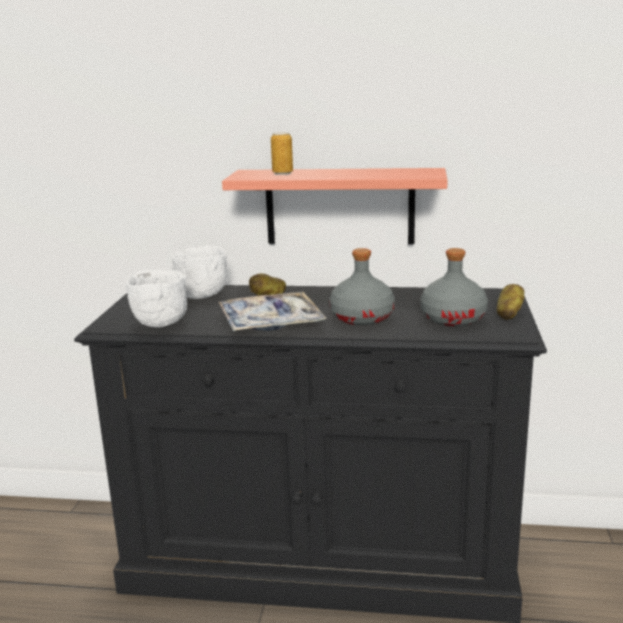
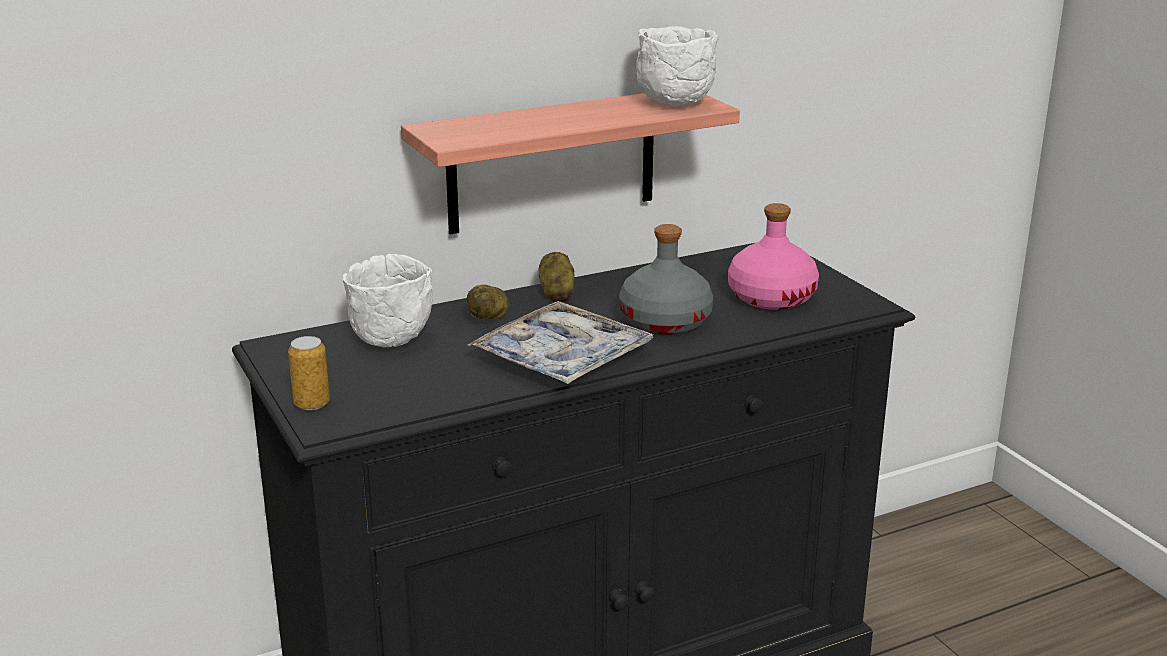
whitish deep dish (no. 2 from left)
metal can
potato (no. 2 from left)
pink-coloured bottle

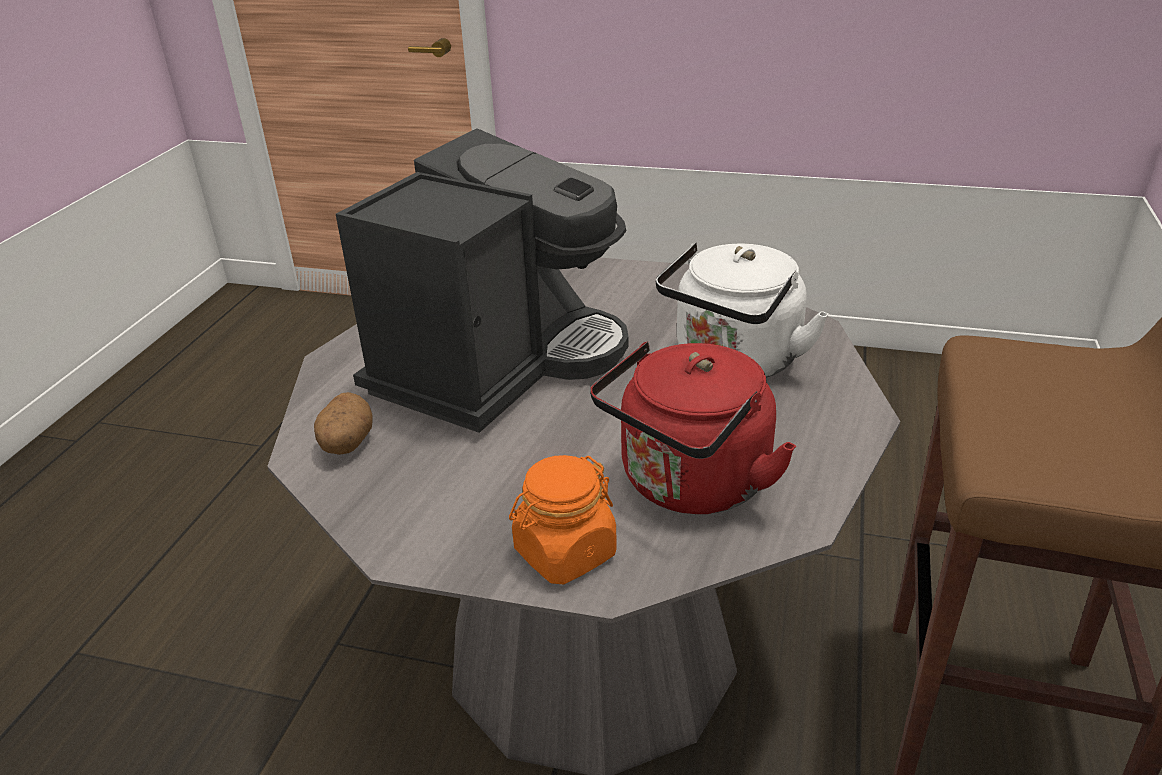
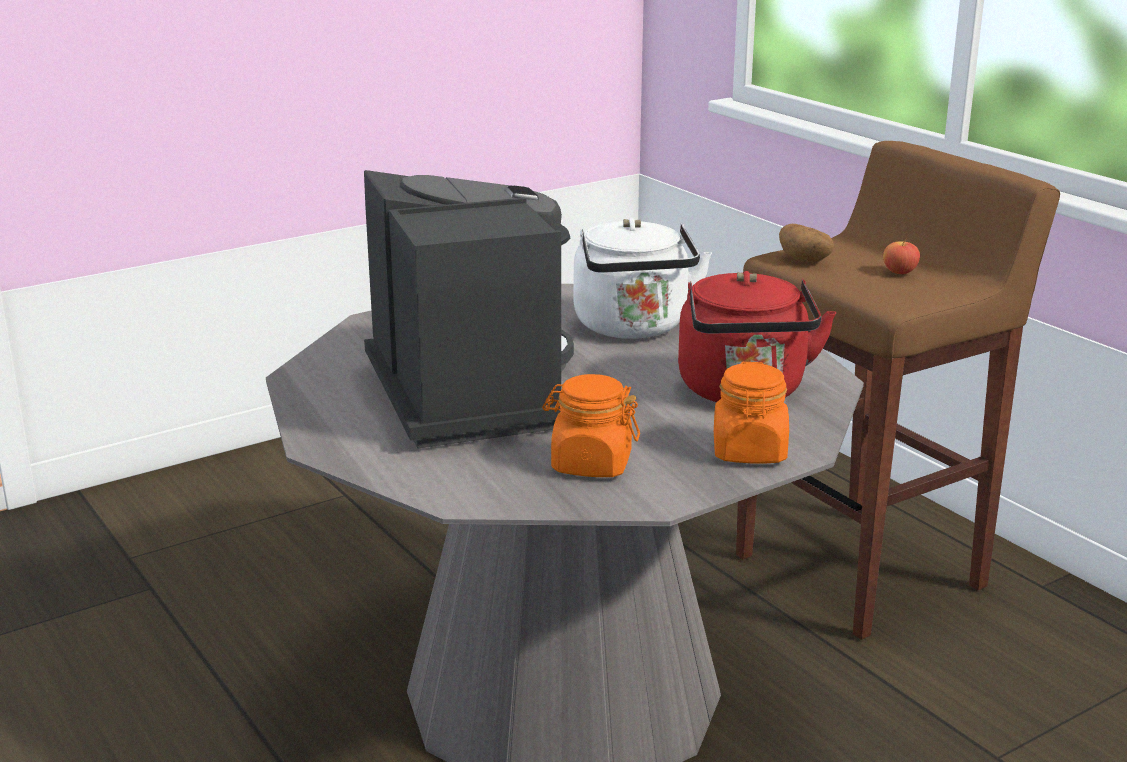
orange-coloured preserve jar (no. 1 from left)
apple fruit
potato

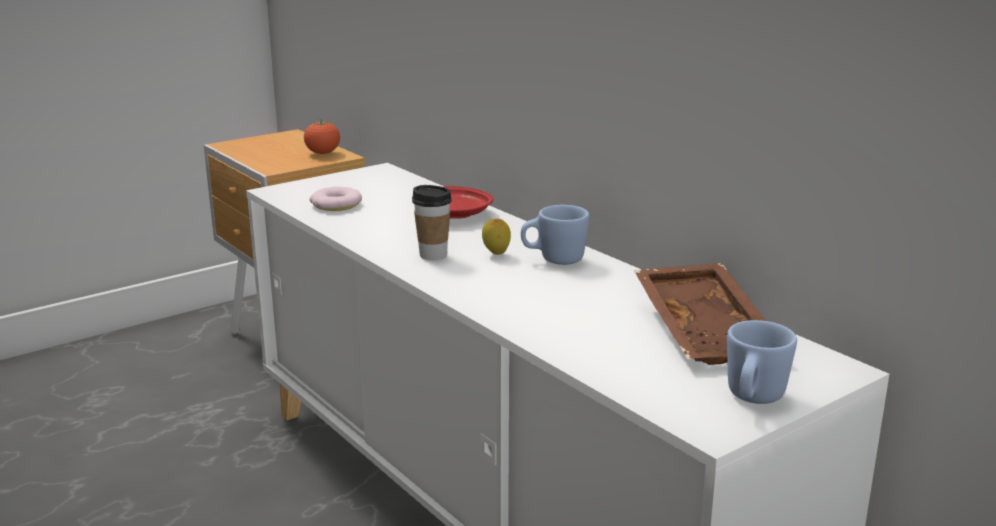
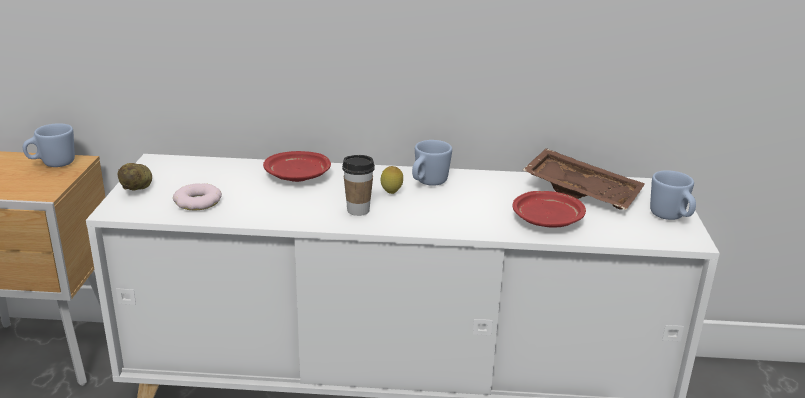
potato
red dinner plate (no. 2 from left)
blue mug (no. 1 from left)

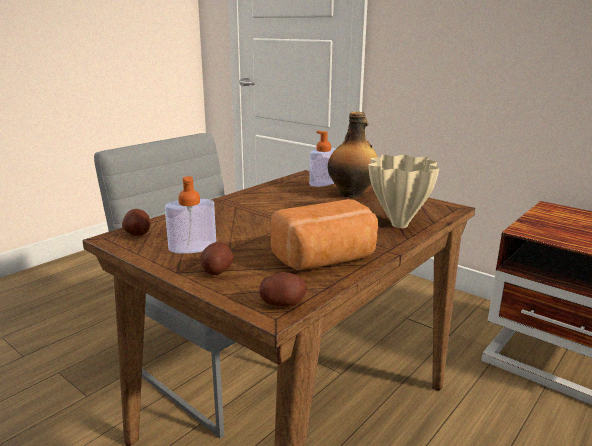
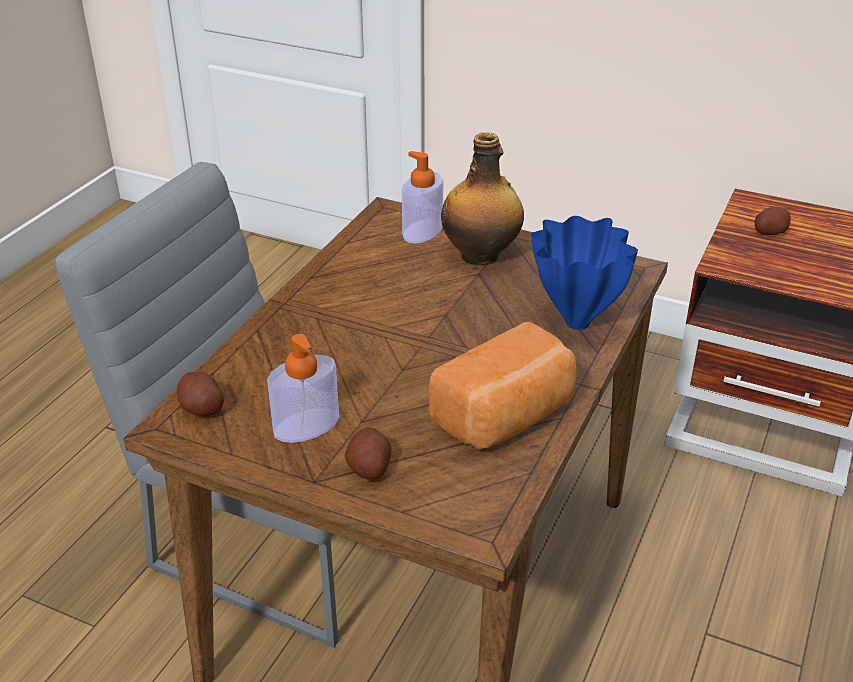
potato (no. 3 from left)
blue decorative vase

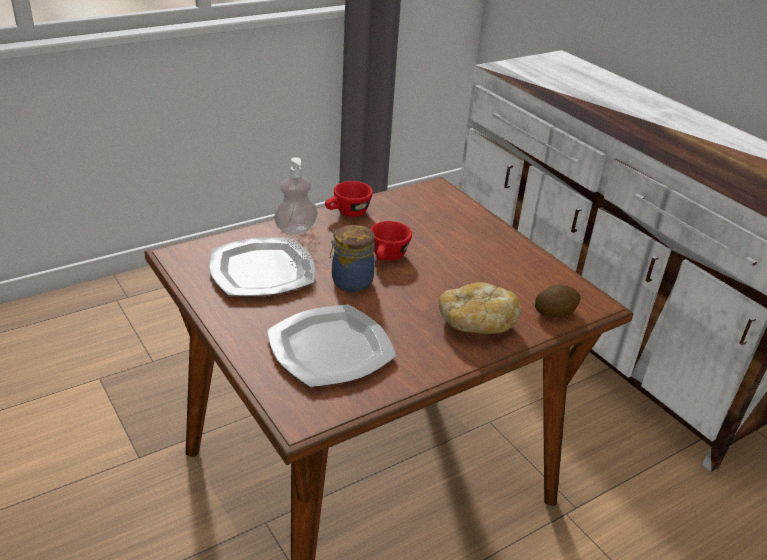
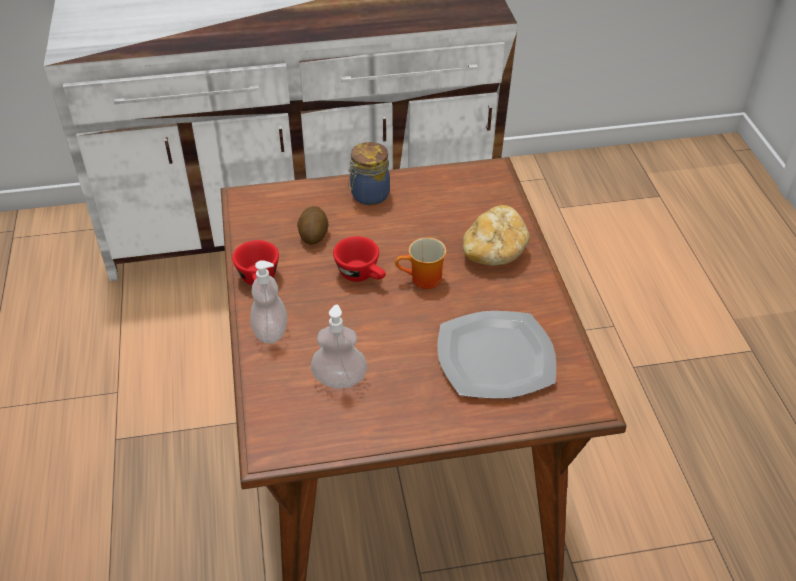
mug
preserve jar
potato
soap dispenser (no. 2 from left)

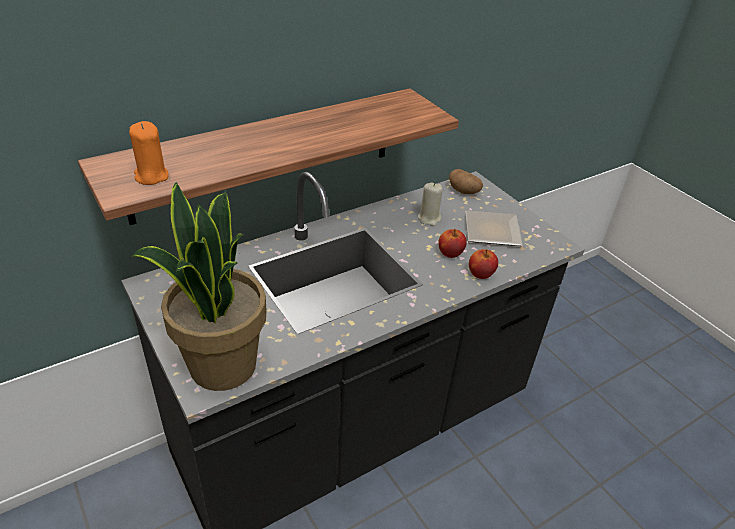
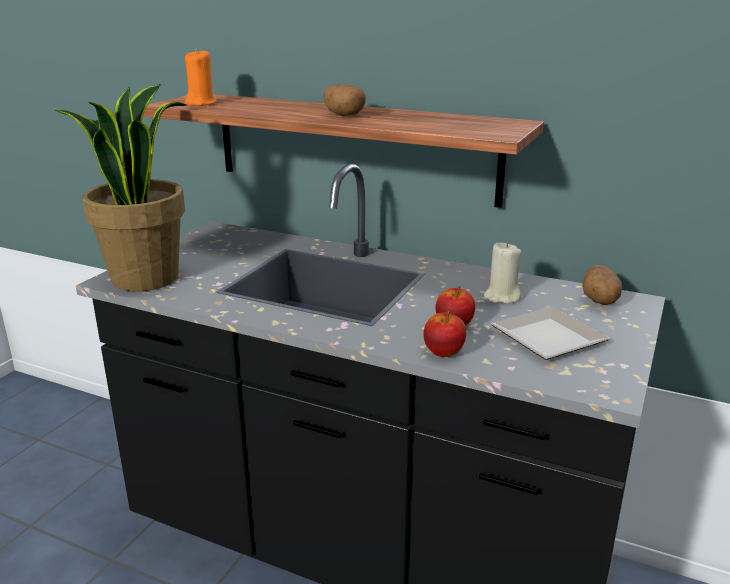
potato (no. 1 from left)

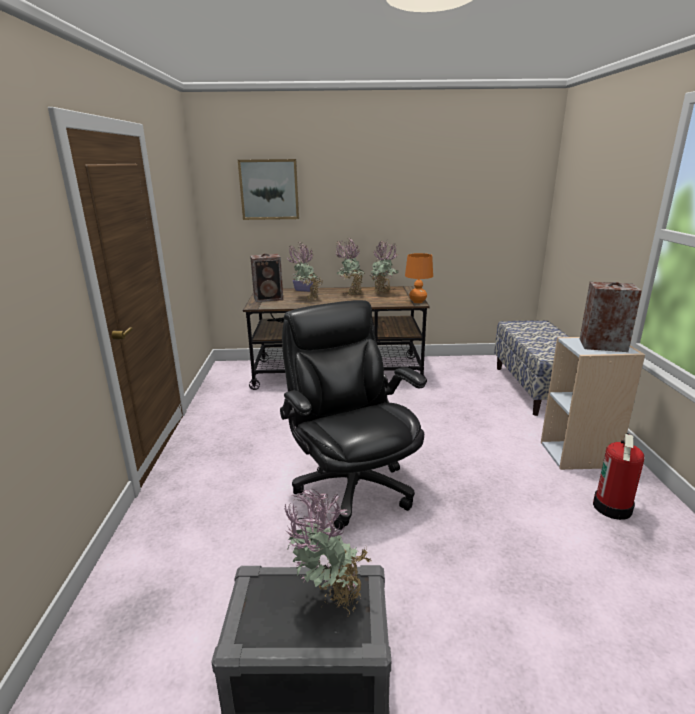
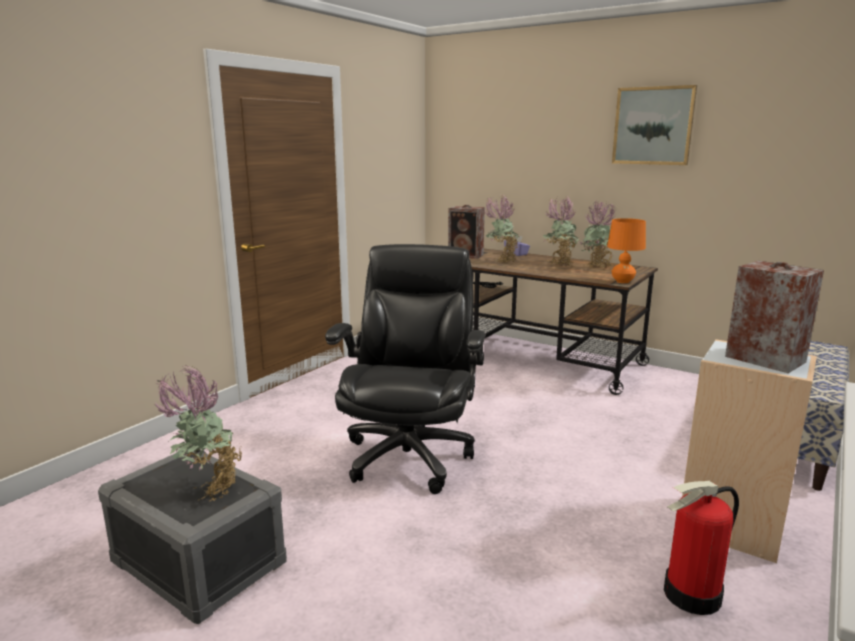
picture

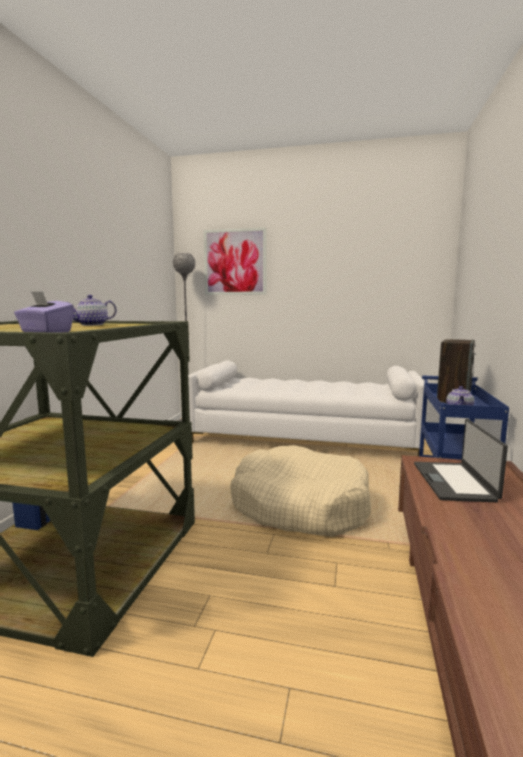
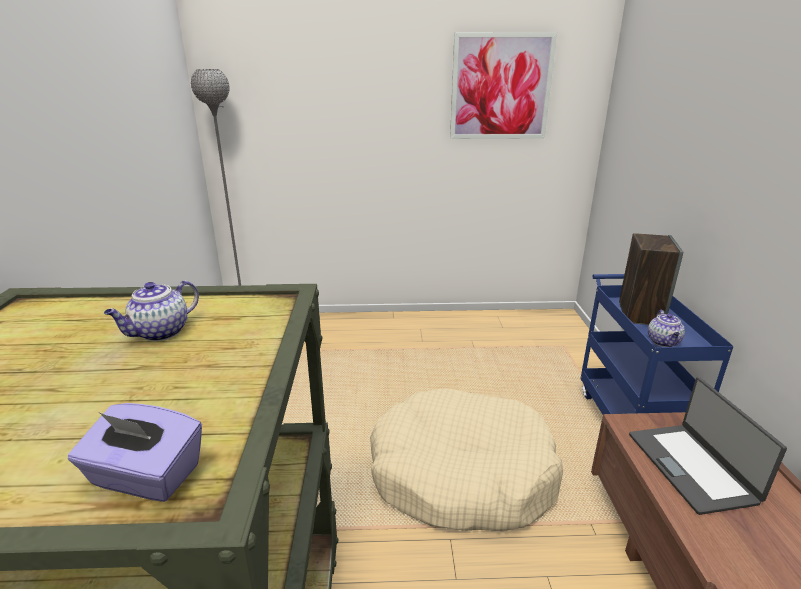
whitish settee
picture

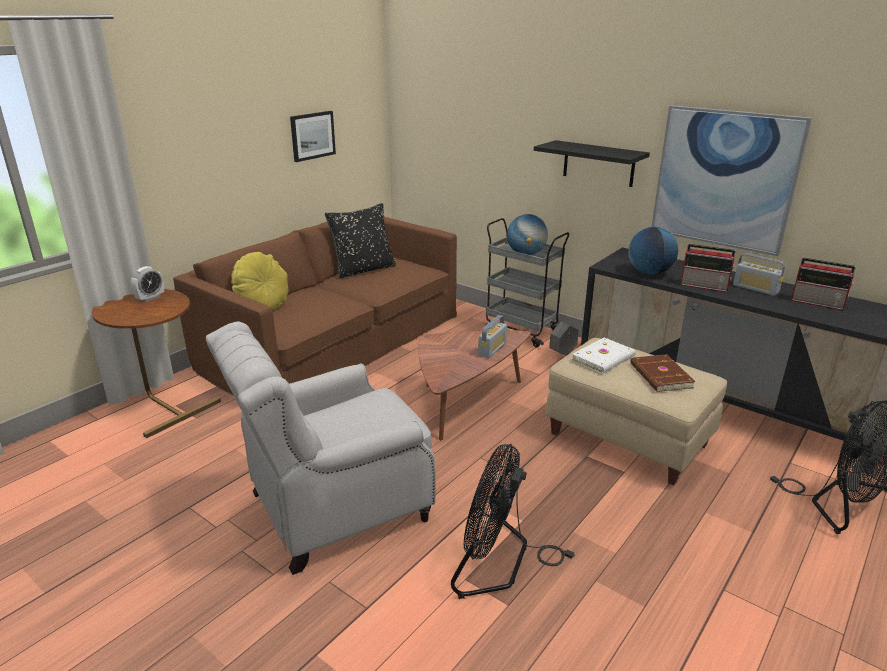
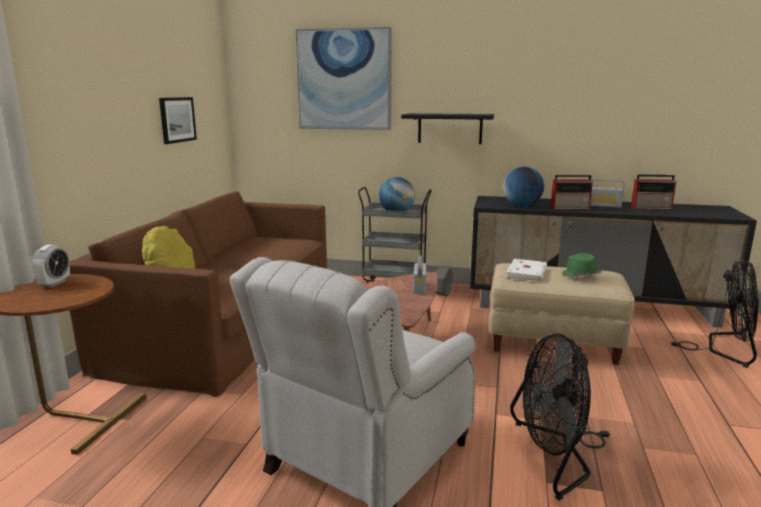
black pillow
picture (no. 2 from left)
greenish hat

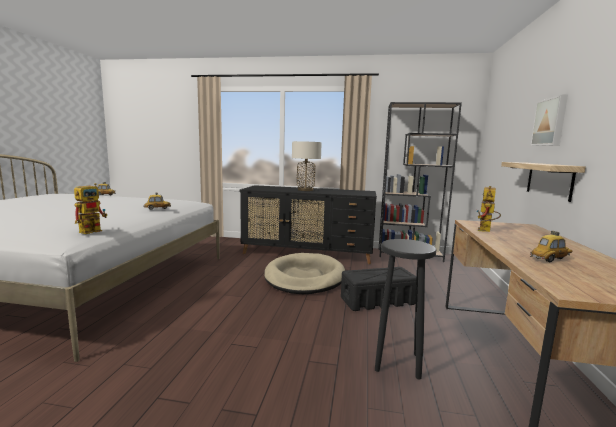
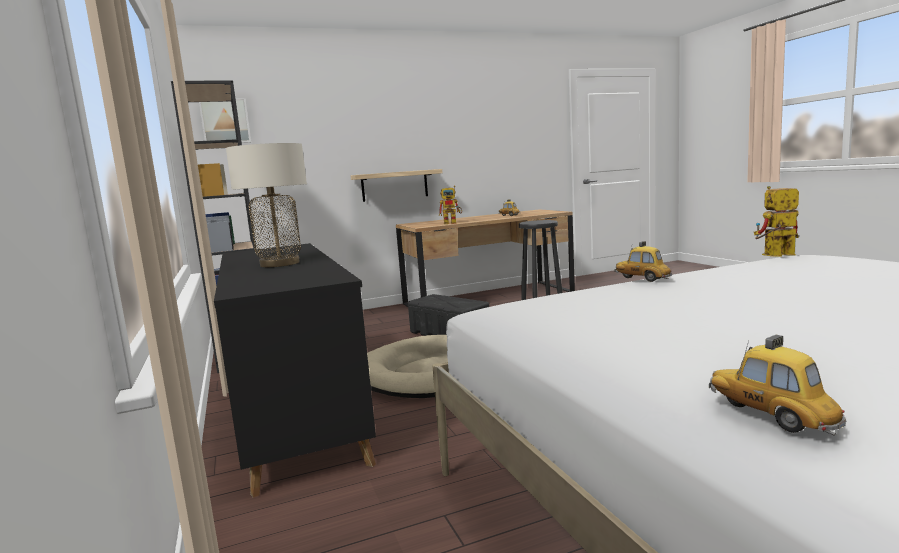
picture

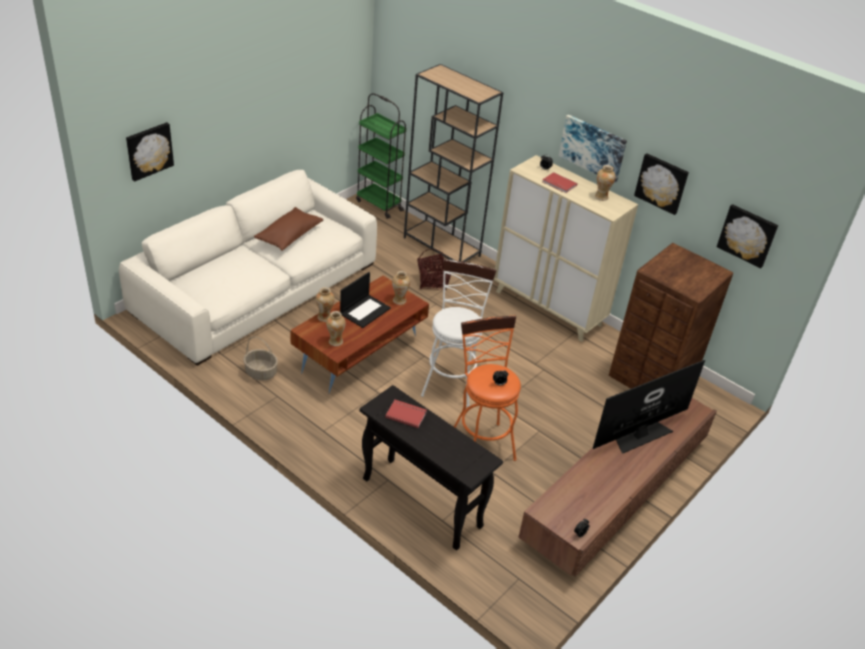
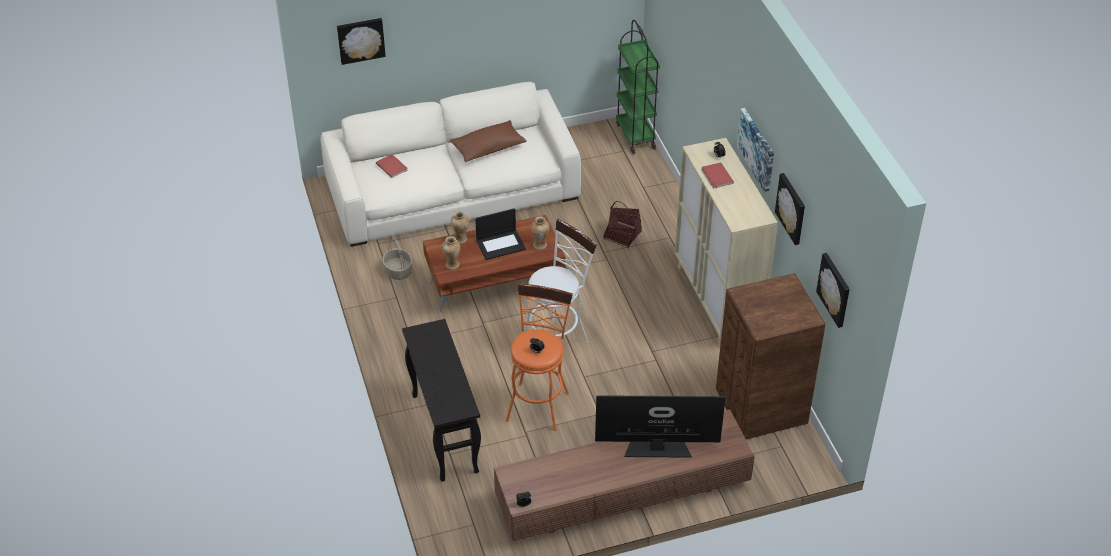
bookshelf
decorative vase (no. 4 from left in the first image)
red bound book (no. 1 from left)

